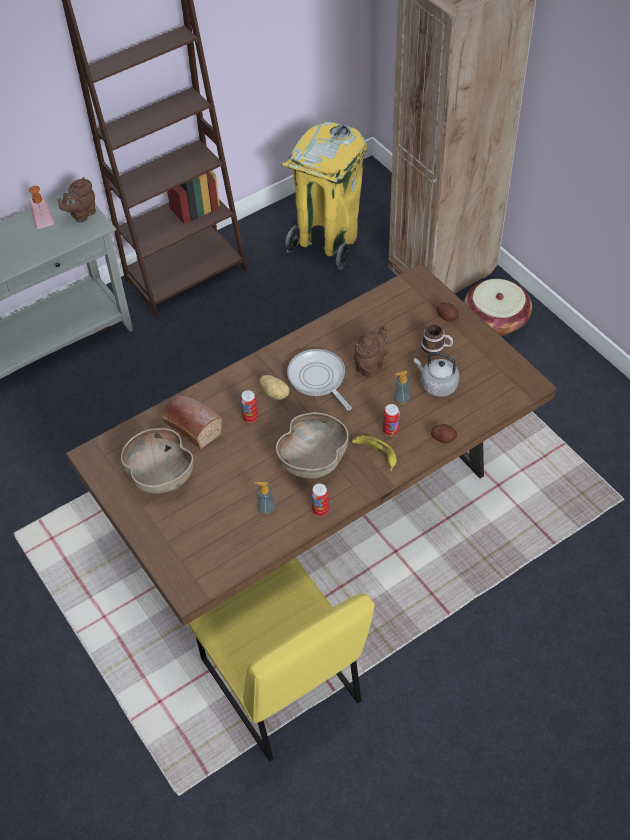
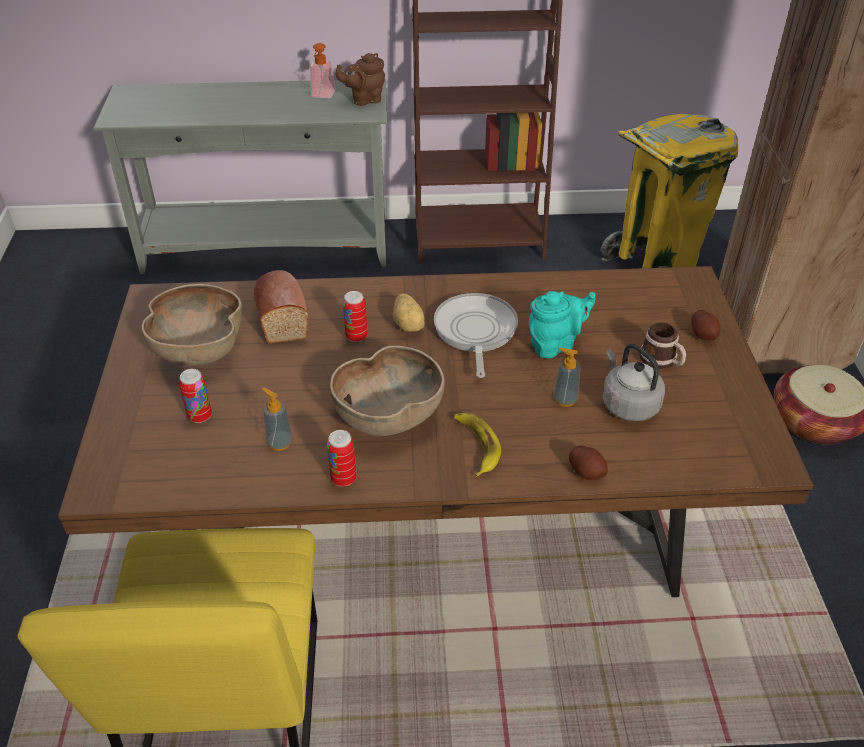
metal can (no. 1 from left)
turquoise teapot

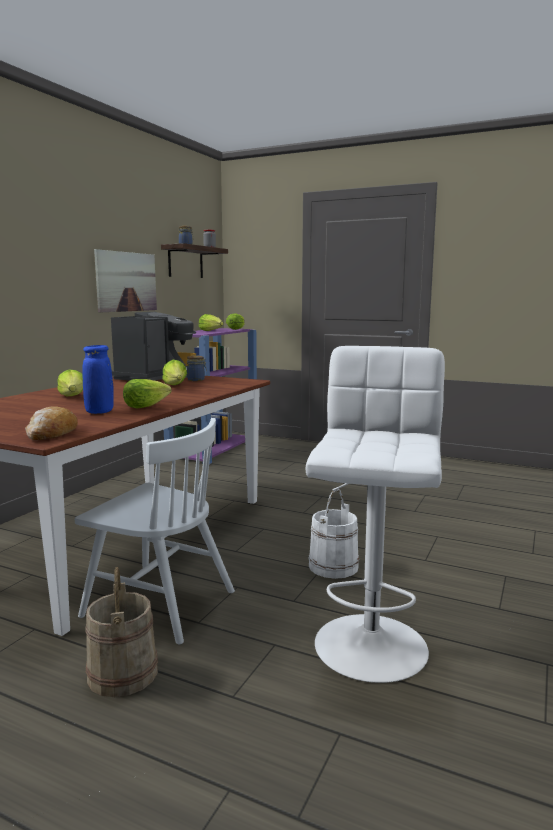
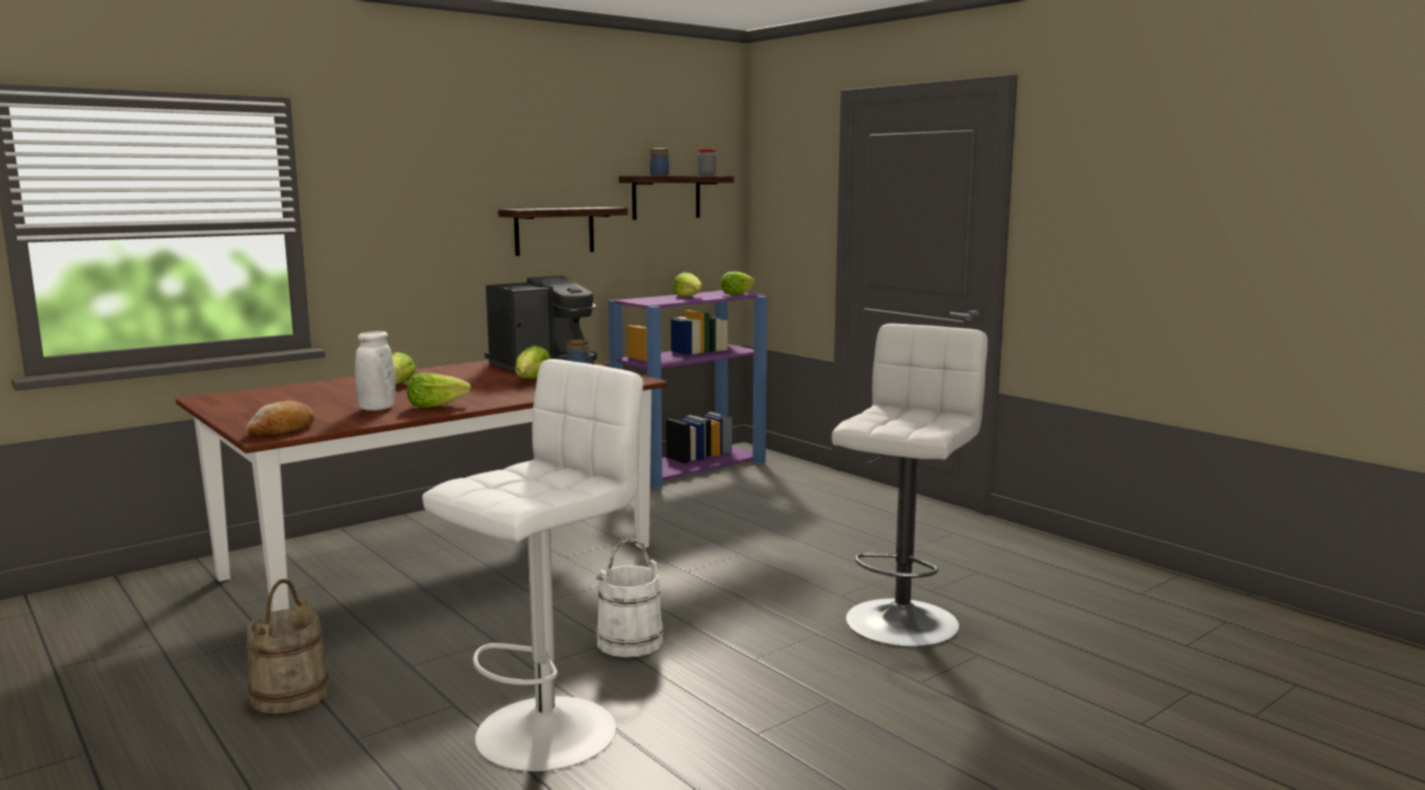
whitish chair
whitish stool (no. 2 from left)
bracket shelf (no. 1 from left)
whitish decorative vase

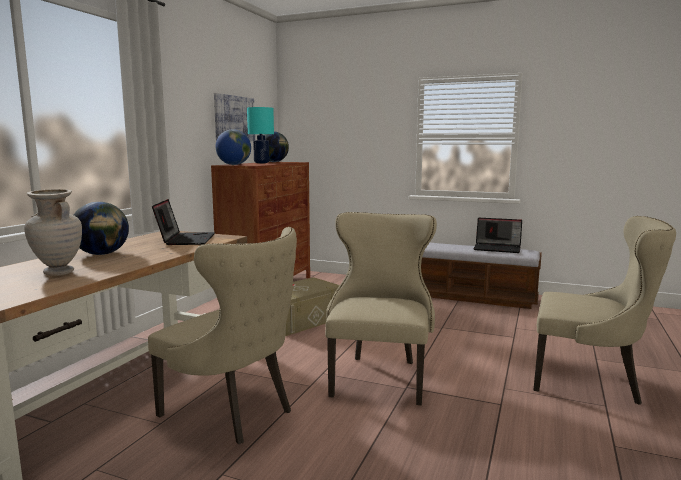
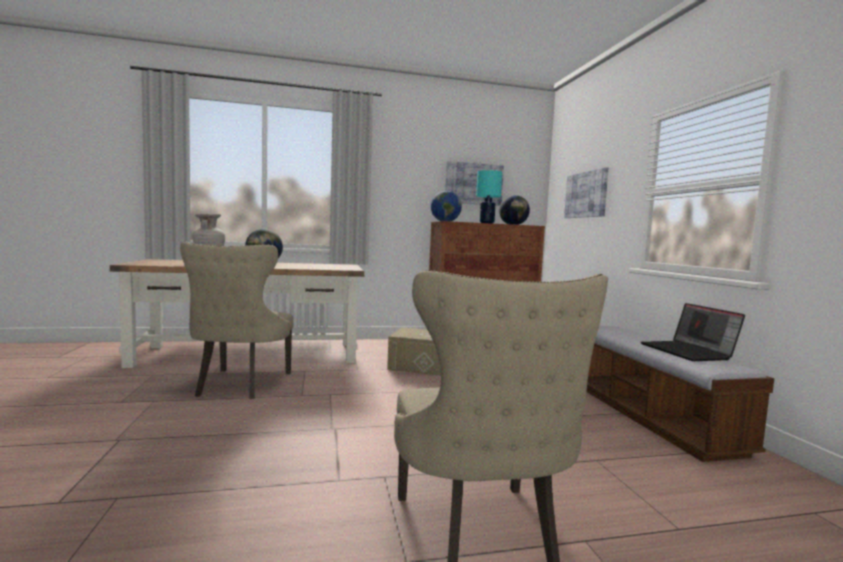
laptop (no. 1 from left in the first image)
beige-coloured chair (no. 2 from left in the first image)
picture (no. 2 from left)

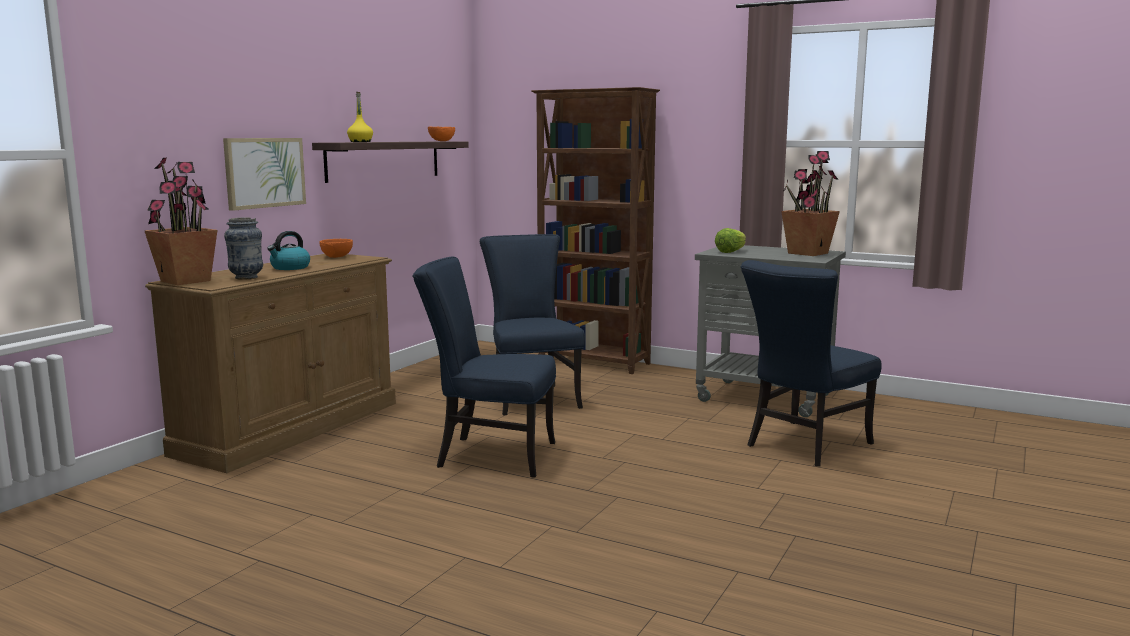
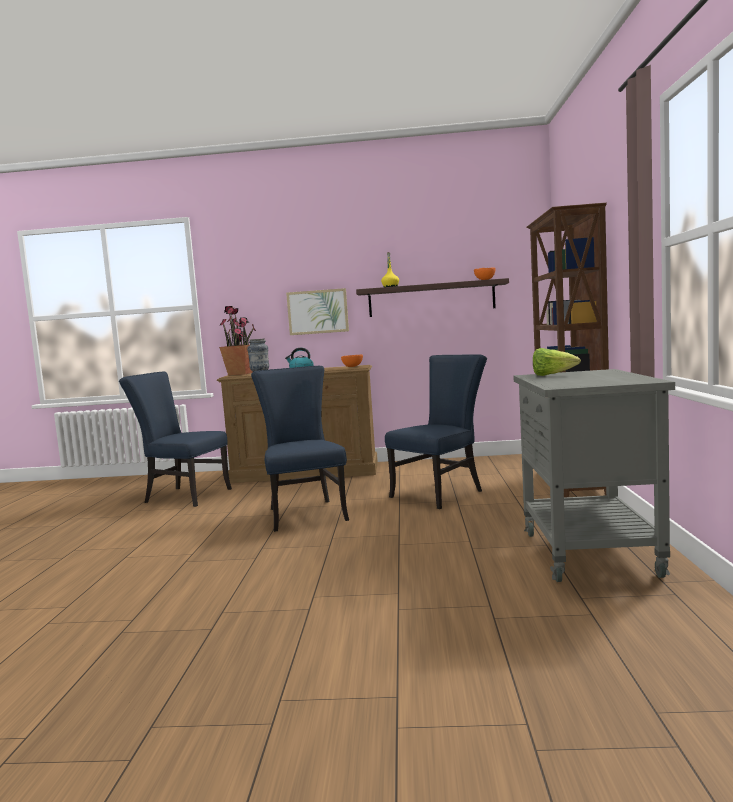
potted plant (no. 2 from left in the first image)
blue chair (no. 1 from left)

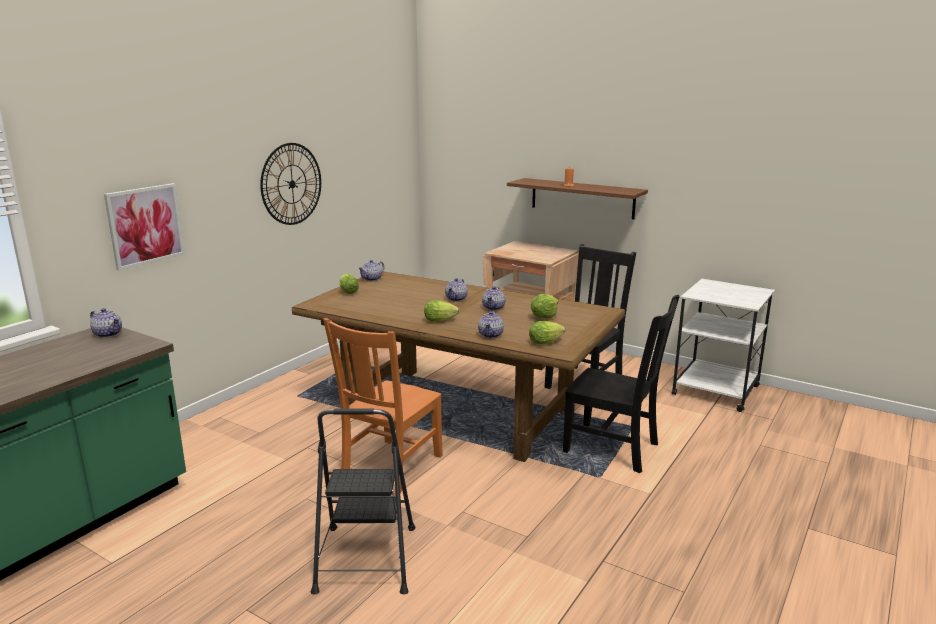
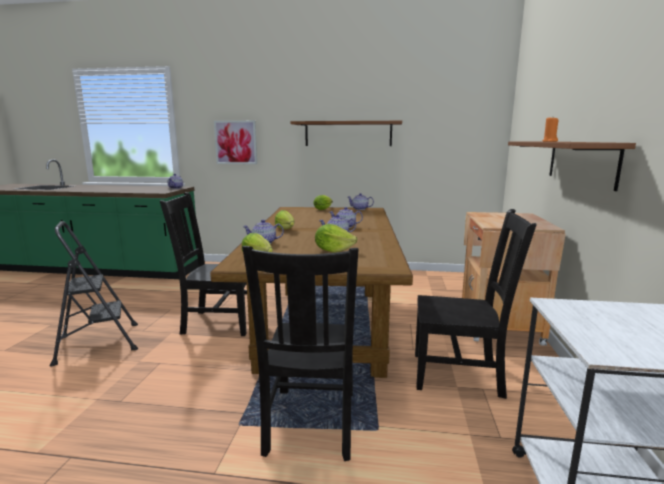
brown-coloured bracket shelf (no. 1 from left)
black chair (no. 1 from left)

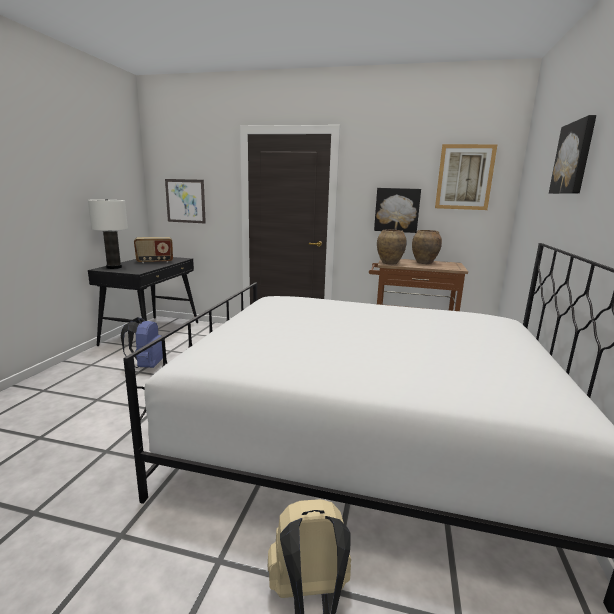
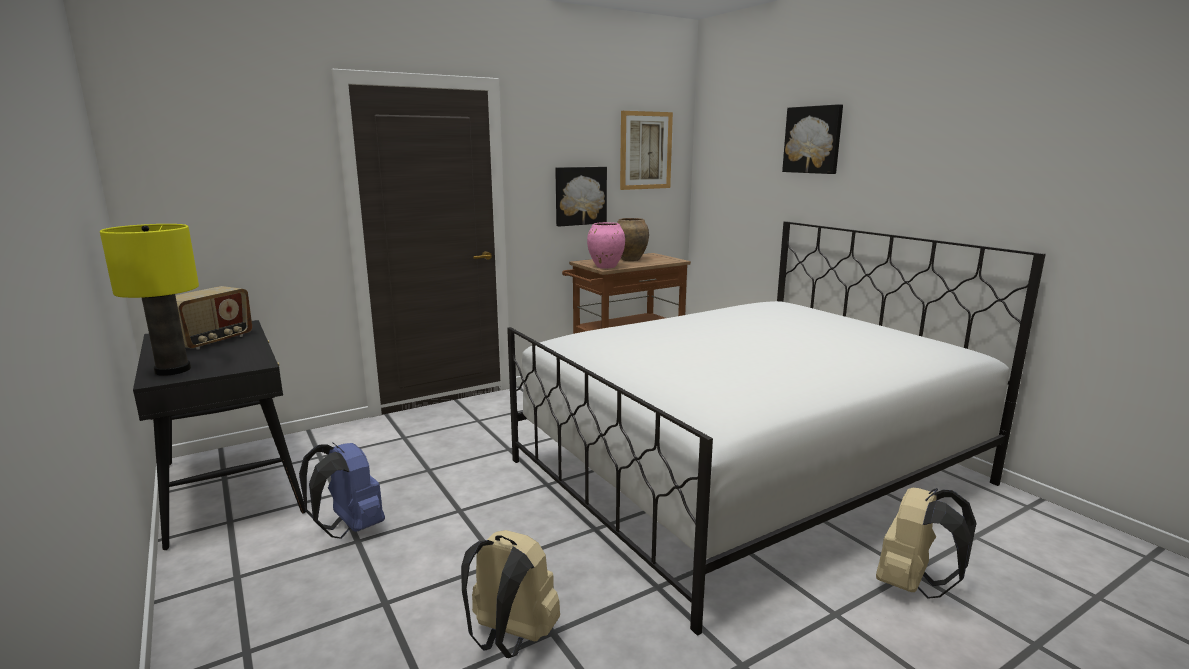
picture (no. 1 from left in the first image)
beige-coloured rucksack (no. 1 from left)
yellow-coloured table lamp
pink-coloured decorative vase

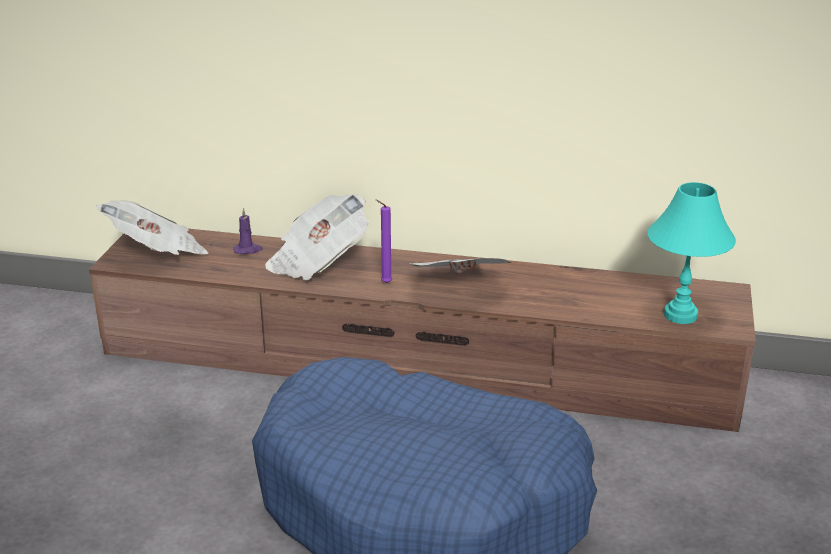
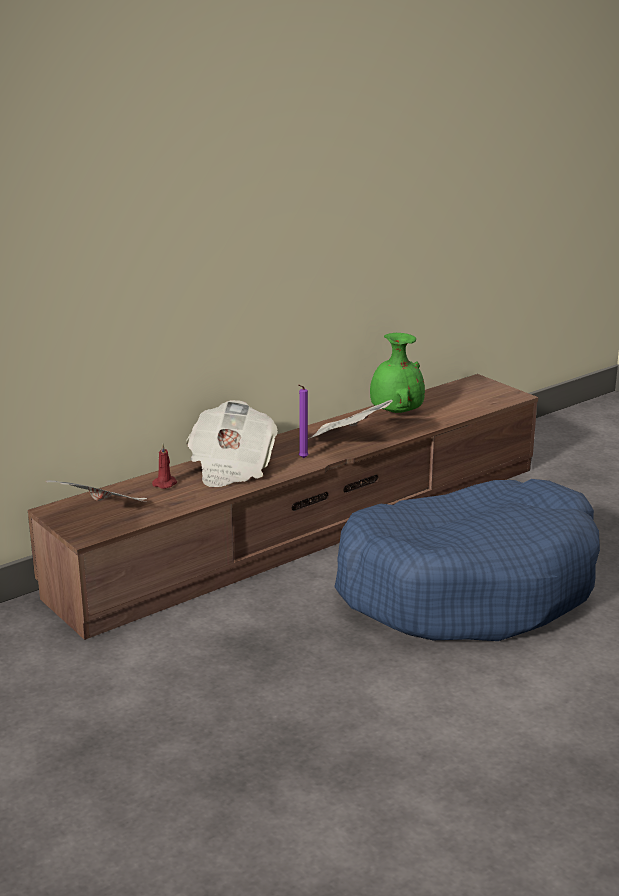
turquoise table lamp
greenish decorative vase
red candle

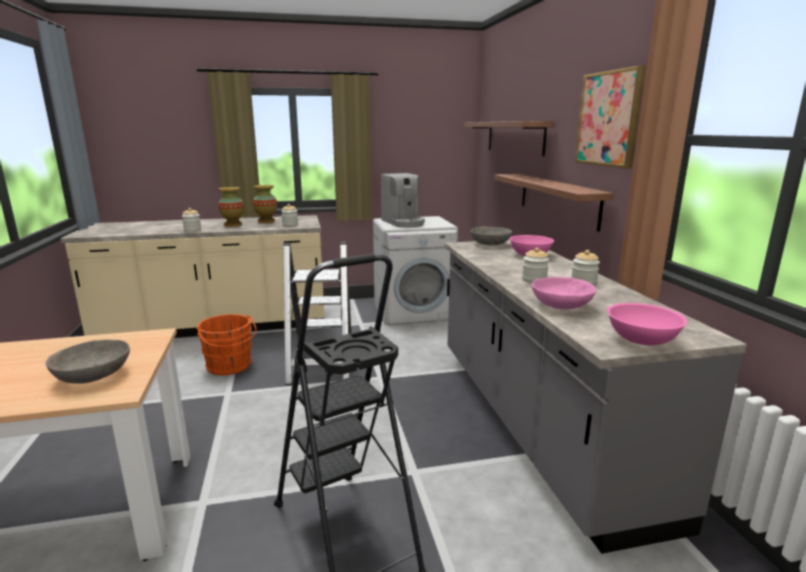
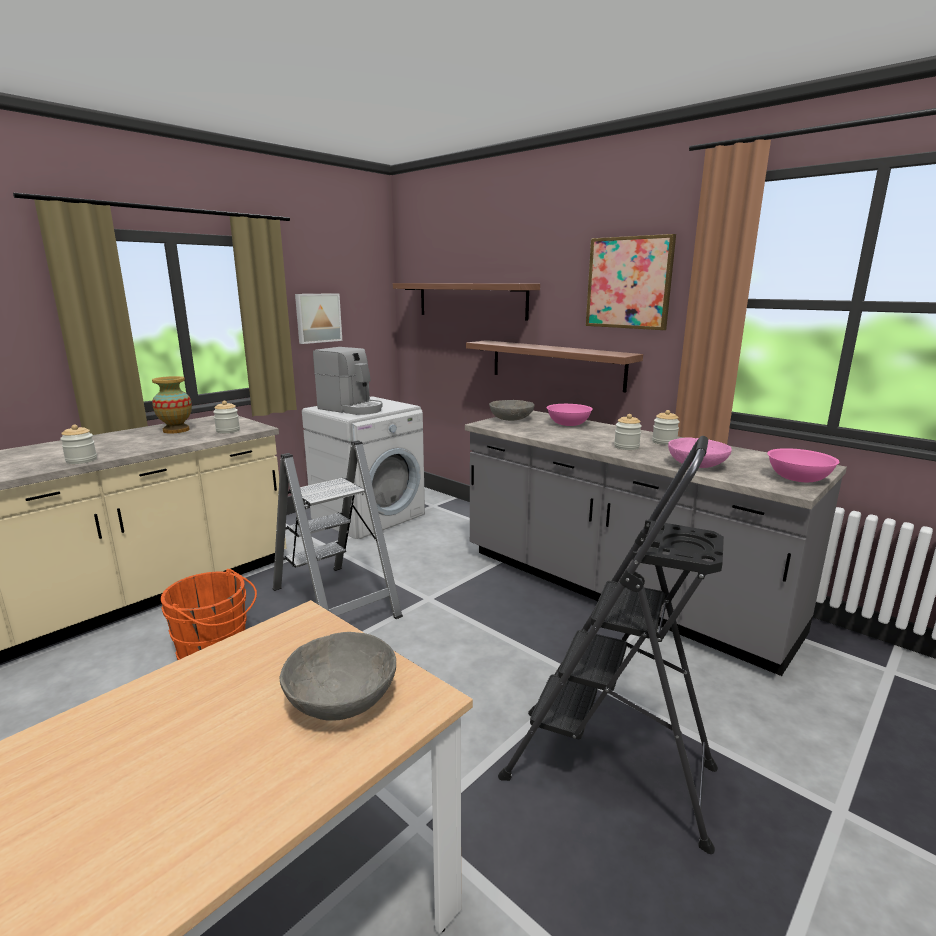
decorative vase (no. 1 from left in the first image)
picture (no. 1 from left)

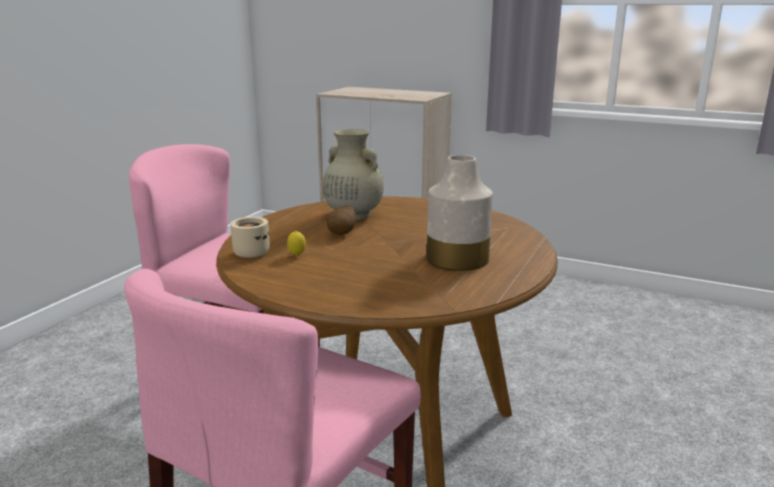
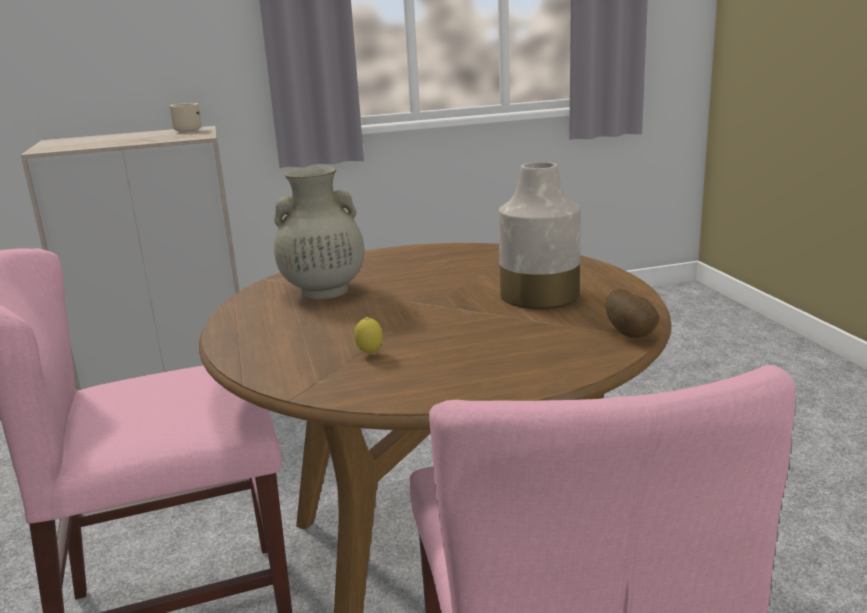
beige-coloured mug
potato

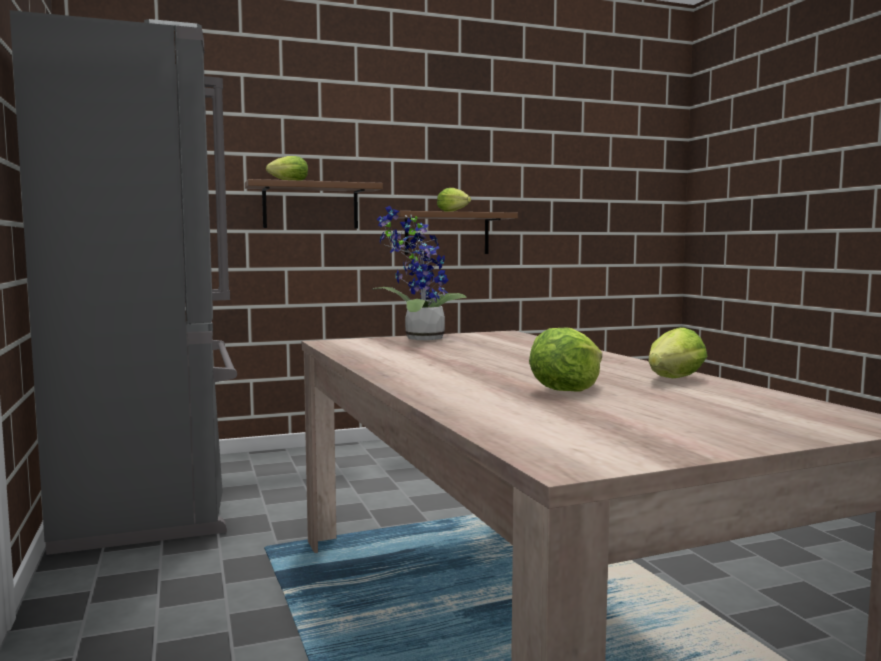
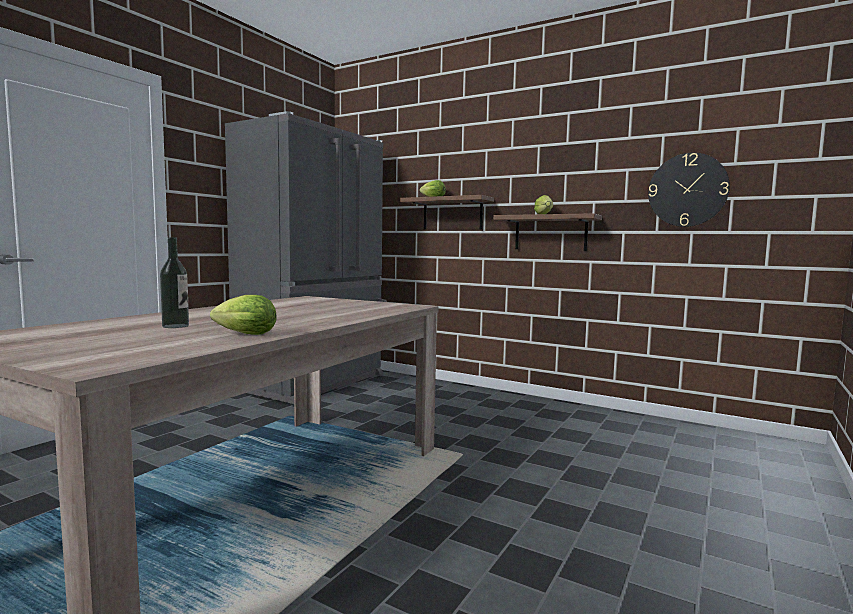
potted plant
clock on the wall
bottle

